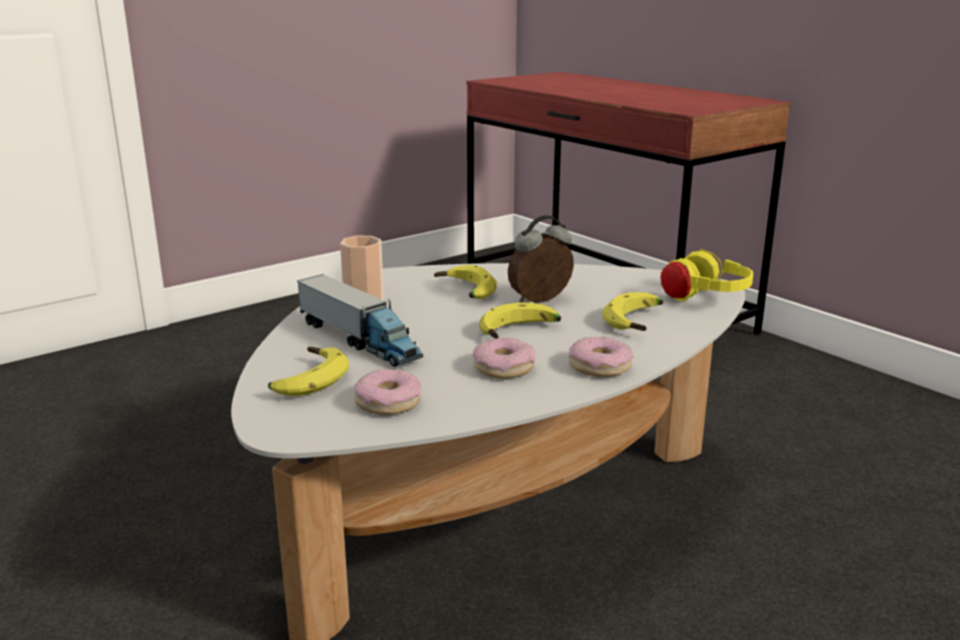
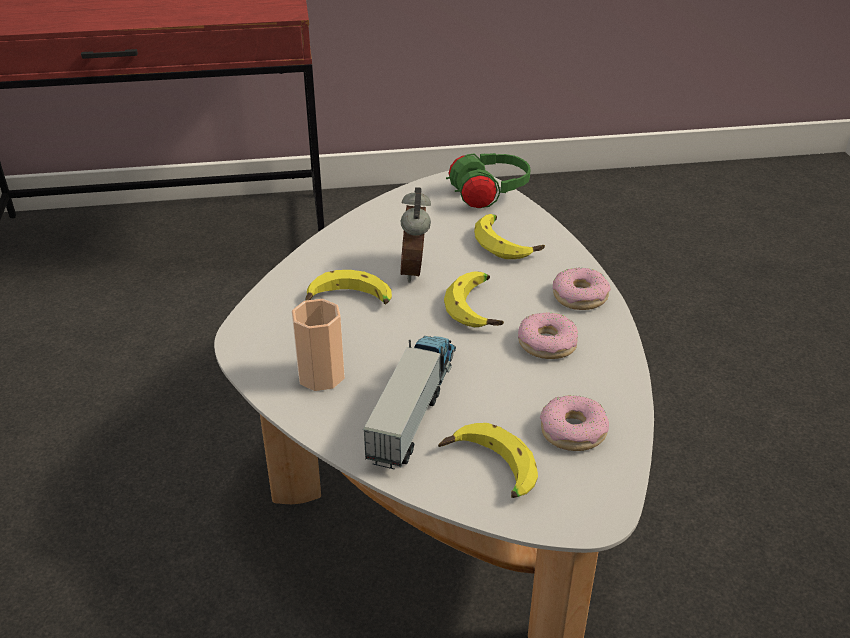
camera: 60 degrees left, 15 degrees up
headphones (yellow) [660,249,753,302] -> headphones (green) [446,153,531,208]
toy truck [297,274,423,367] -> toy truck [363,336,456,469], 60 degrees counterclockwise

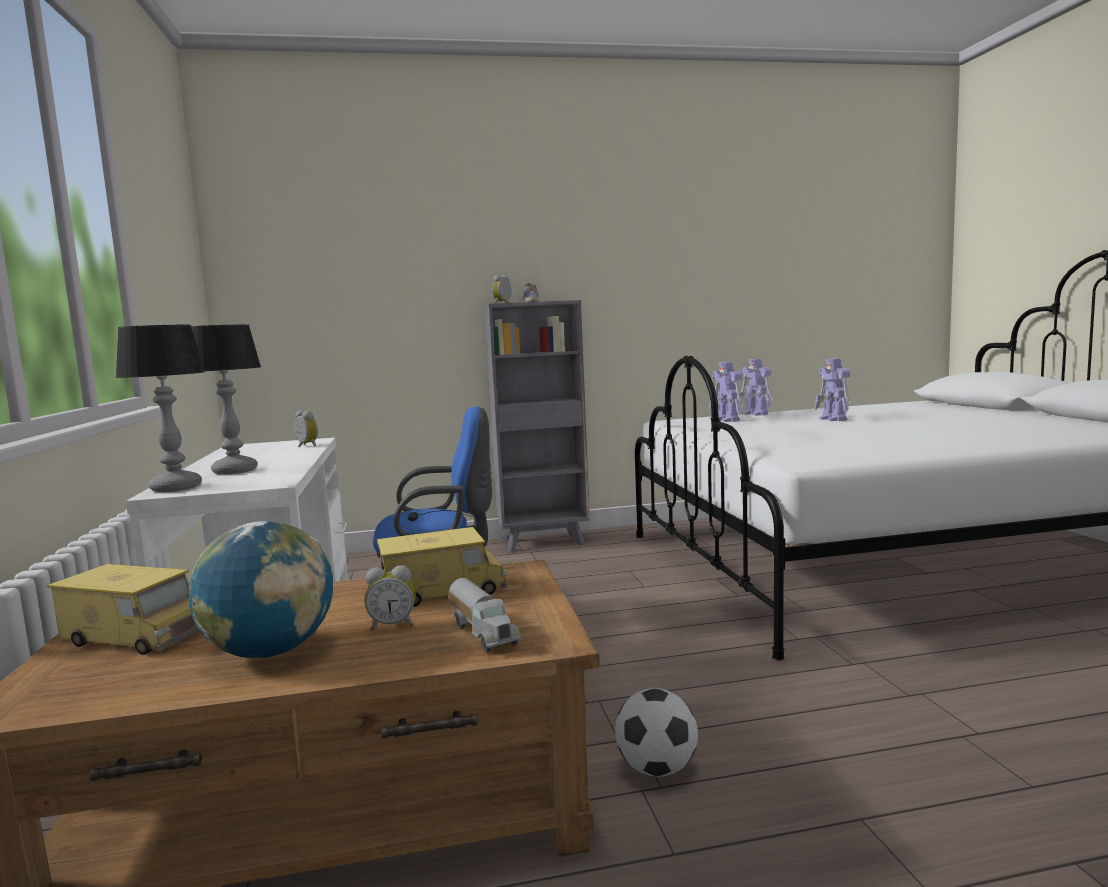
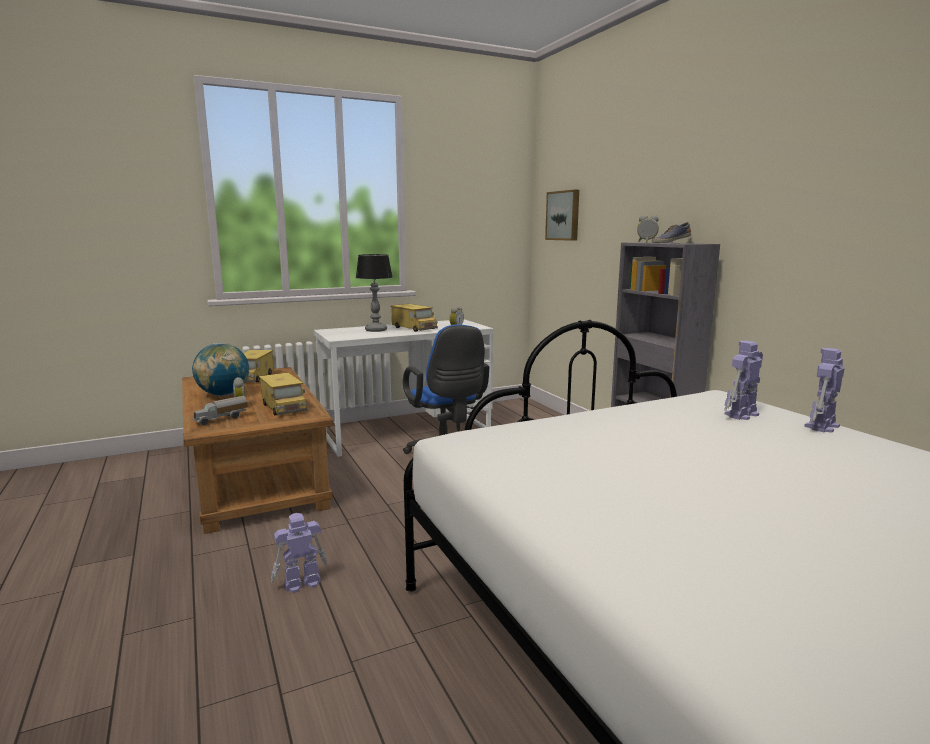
camera: 75 degrees right, 5 degrees up
table lamp [115,325,205,492] -> none
toy robot [815,359,851,421] -> toy robot [271,513,327,593], move
football [615,688,698,777] -> none
none -> picture [545,190,579,241]
none -> toy truck [390,304,438,332]

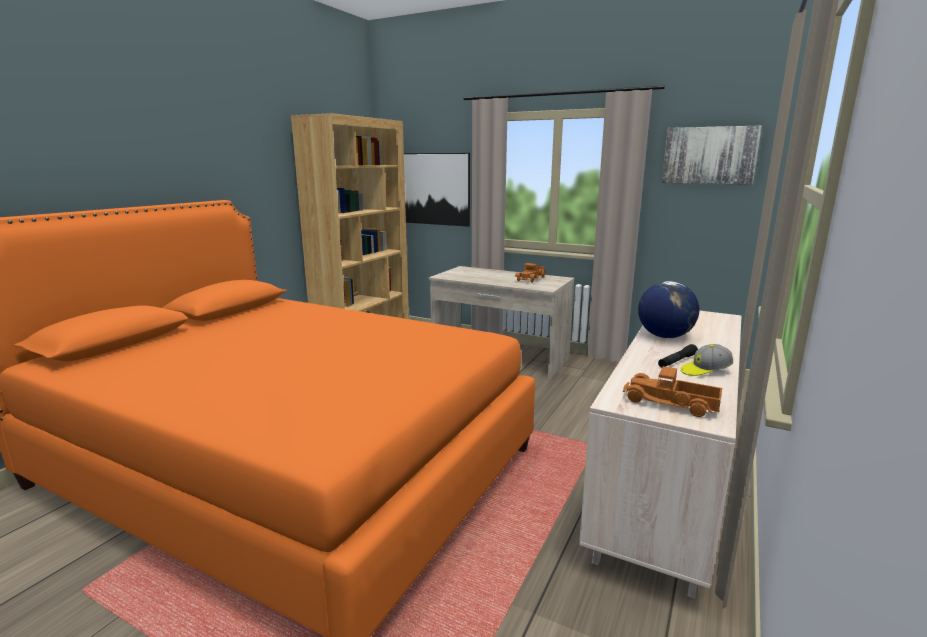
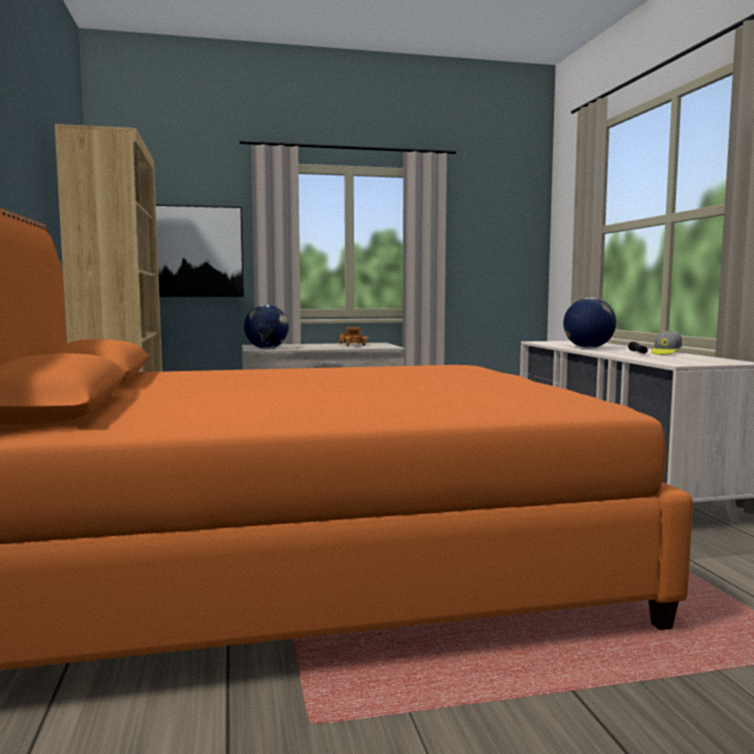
camera: 40 degrees left, 10 degrees down
picture [662,125,762,185] -> none
toy truck [623,366,722,417] -> none
none -> globe [244,305,289,349]

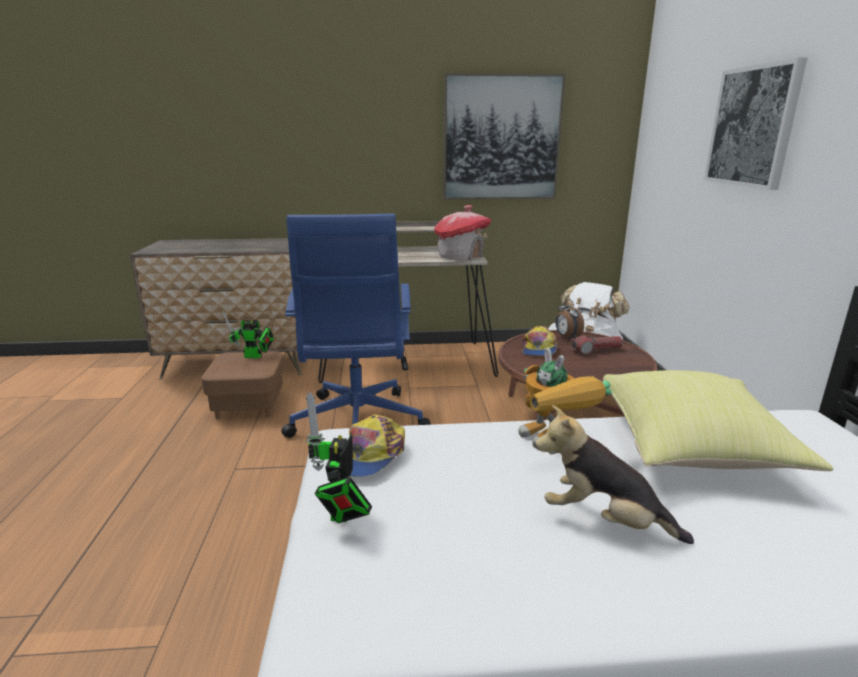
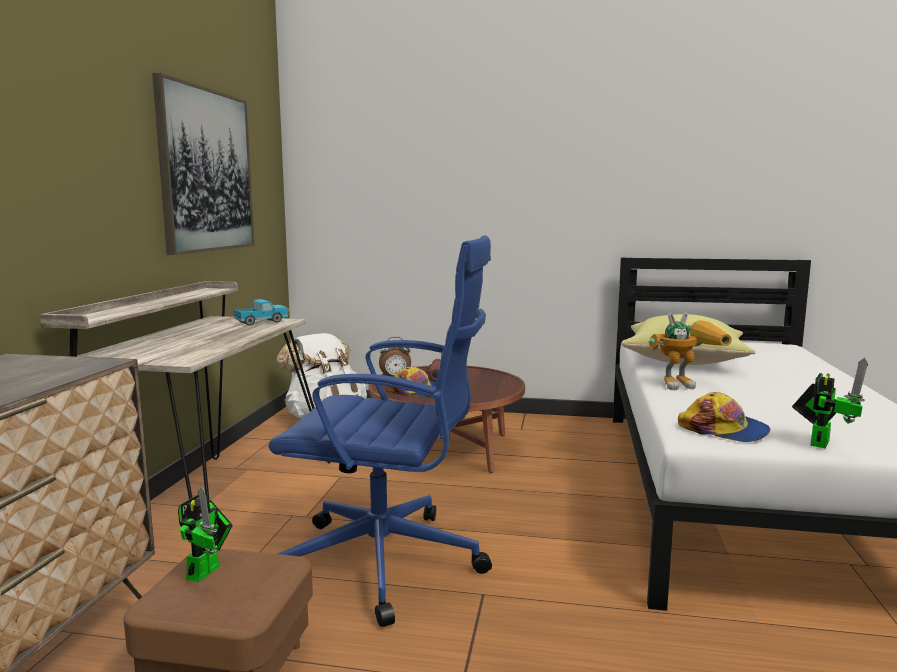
camera: 75 degrees left, 10 degrees down
picture [704,58,807,190] -> none
toy house [434,205,492,260] -> toy truck [234,299,289,326]
toy robot [306,391,372,523] -> toy robot [792,358,868,448], 75 degrees counterclockwise
plush toy [535,405,694,544] -> none

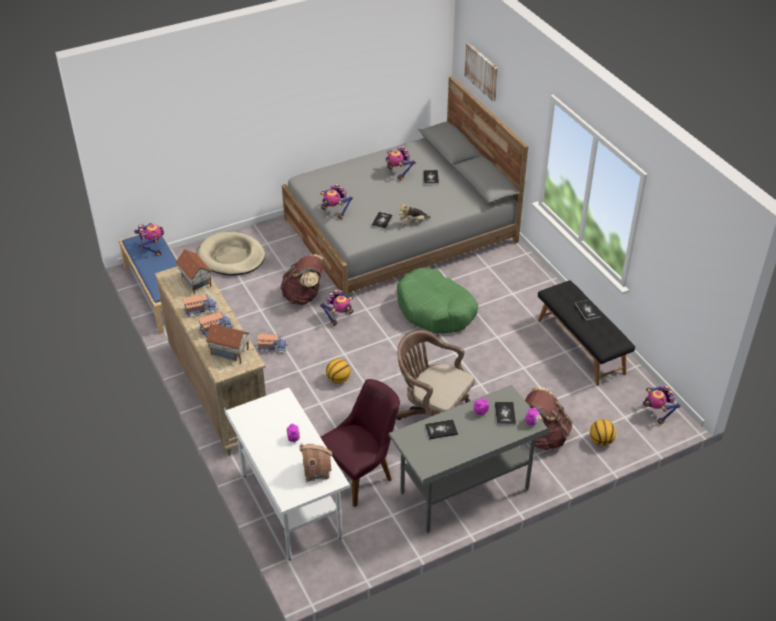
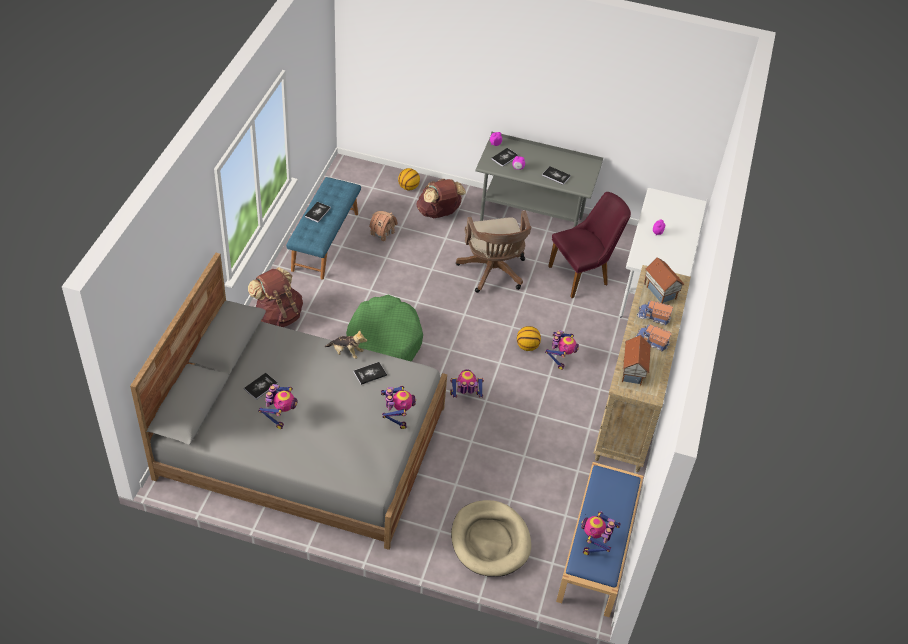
camera: 140 degrees left, 5 degrees up
picture [464,43,498,101] -> none
backpack (brown) [280,254,324,305] -> backpack (brown) [248,267,303,327], move
bench (black) [538,280,635,386] -> bench (blue) [286,177,361,279]
toy truck [257,333,288,353] -> none
chair (purple) [321,379,400,507] -> chair (purple) [548,192,631,298], 150 degrees clockwise
toy robot [643,384,680,425] -> toy robot [545,330,579,370], move
toy house [299,443,332,482] -> toy house [369,211,398,242], move

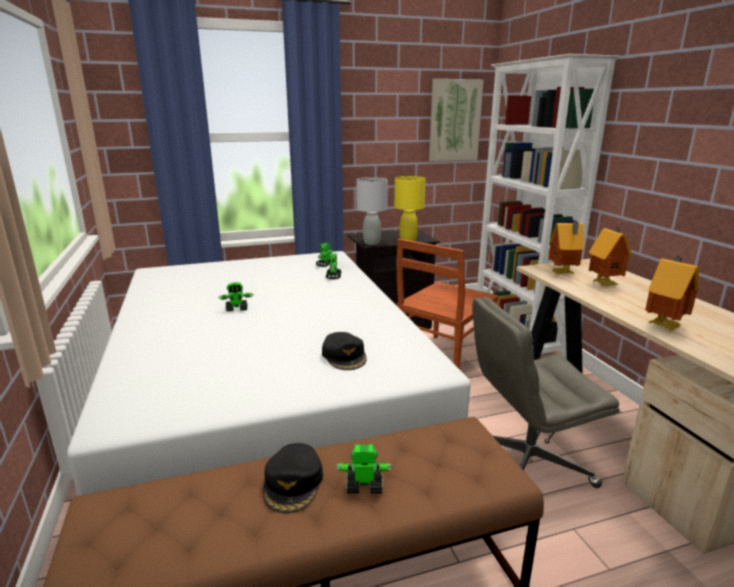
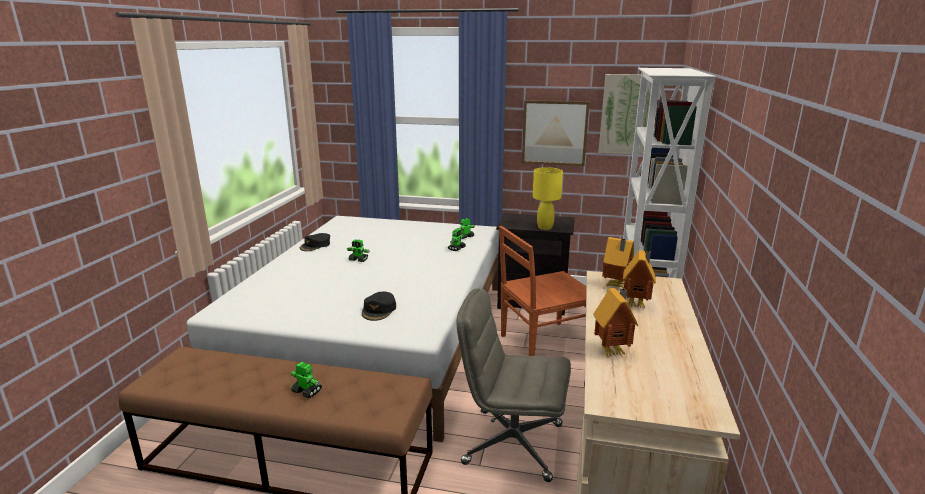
camera: 30 degrees right, 0 degrees up
table lamp (grey) [356,177,388,245] -> none
cap (black) [263,443,323,514] -> cap (black) [300,233,330,251], move
none -> picture [522,100,589,166]

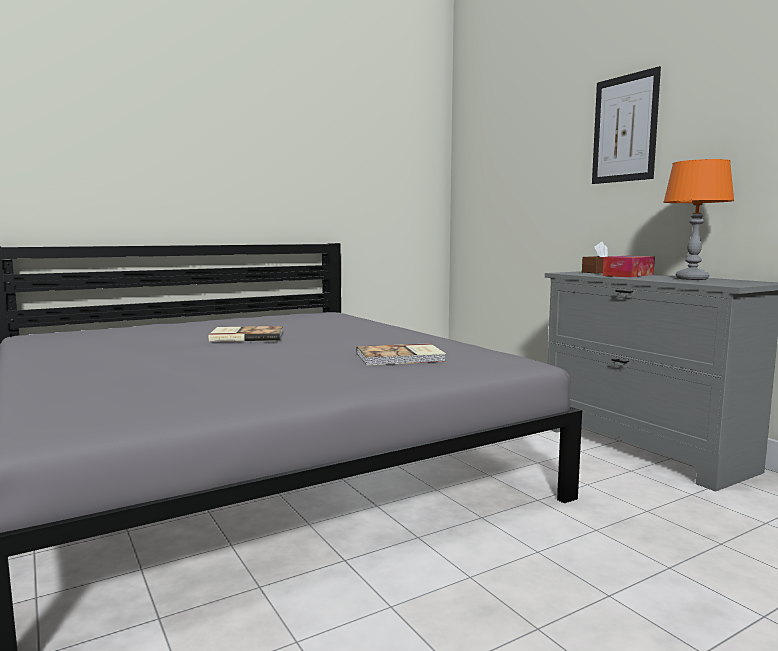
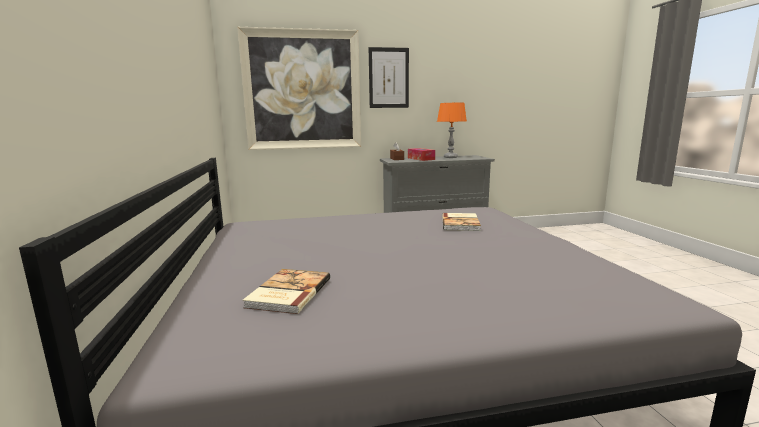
camera: 70 degrees left, 5 degrees up
book [209,326,283,342] -> book [242,269,330,314], move
none -> picture [237,27,361,150]

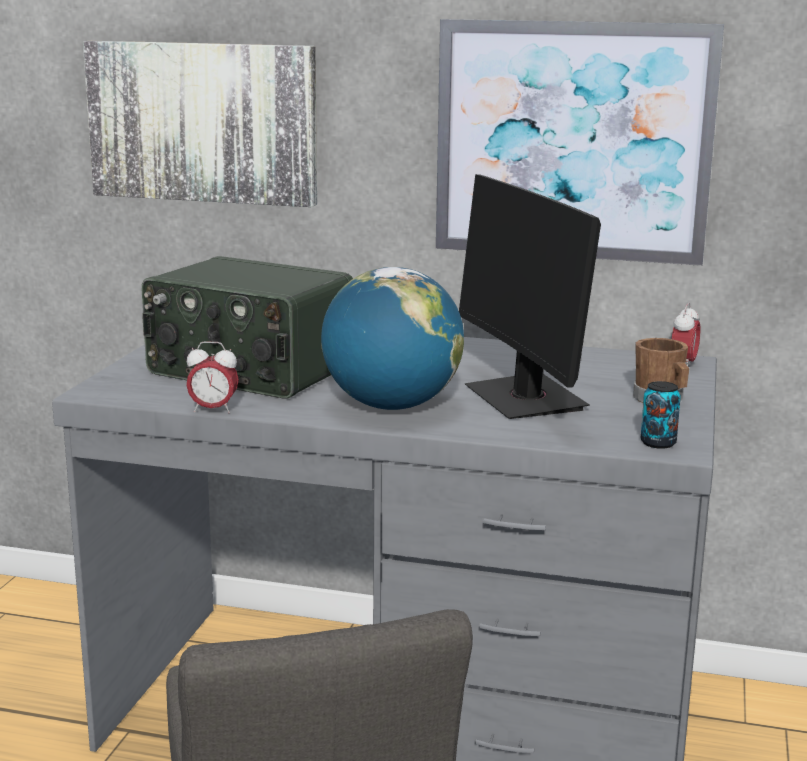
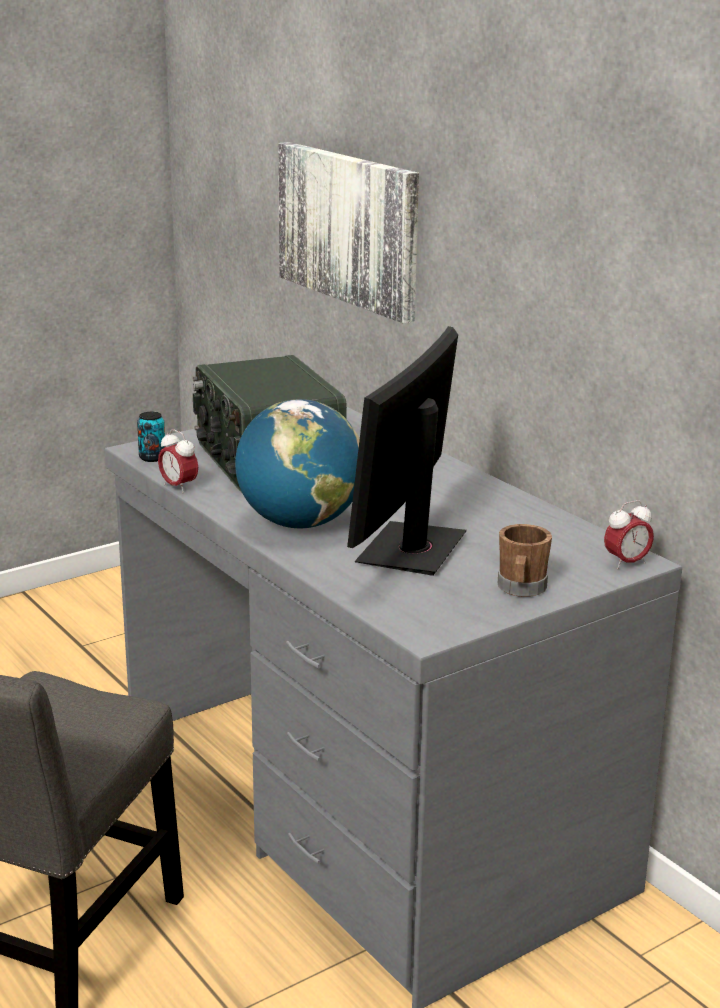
camera: 40 degrees right, 5 degrees up
picture [436,19,724,266] -> none
can [641,381,681,449] -> can [137,412,166,462], move

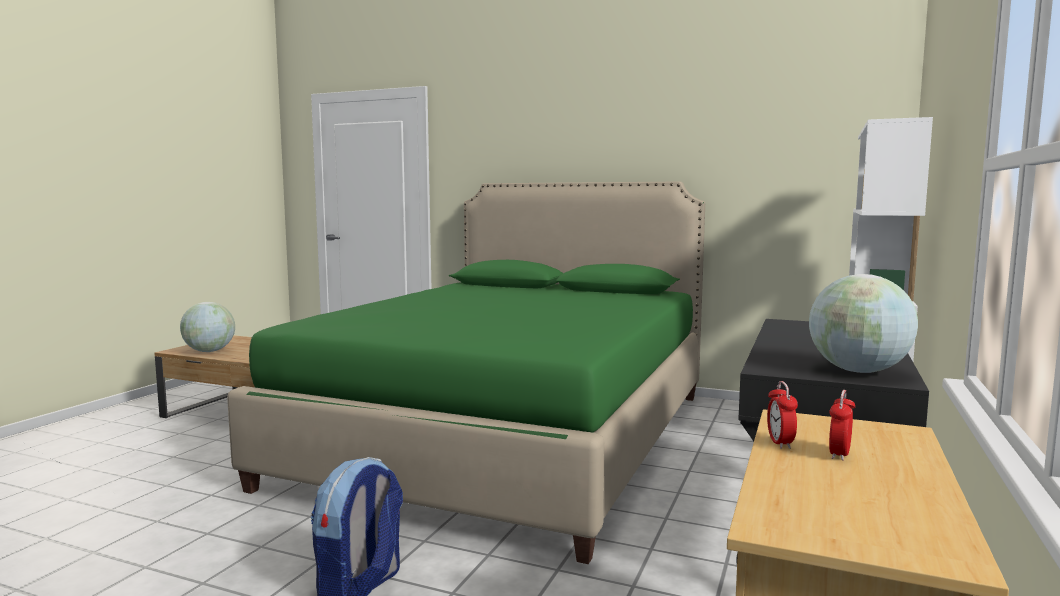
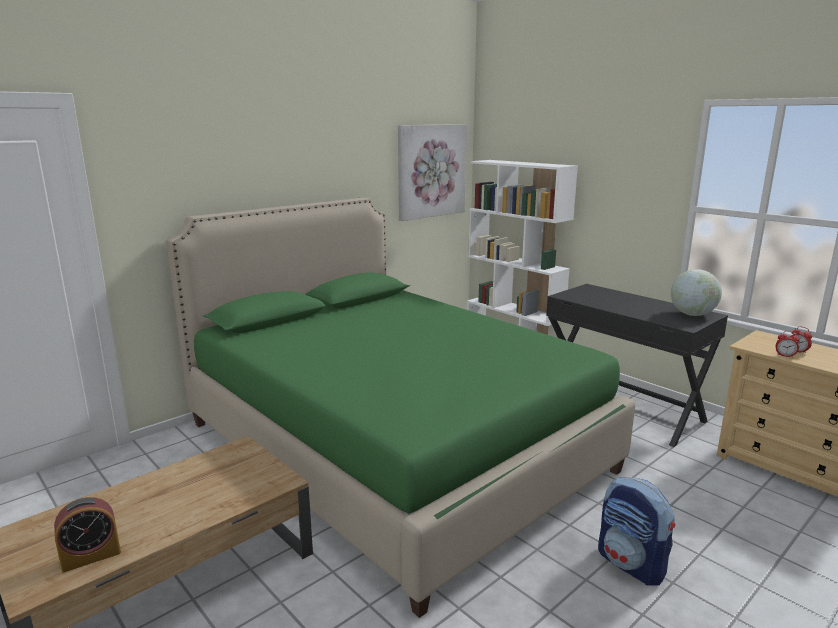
camera: 65 degrees left, 10 degrees up
globe [180,302,235,352] -> alarm clock [54,497,121,572]
none -> picture [398,124,467,221]

